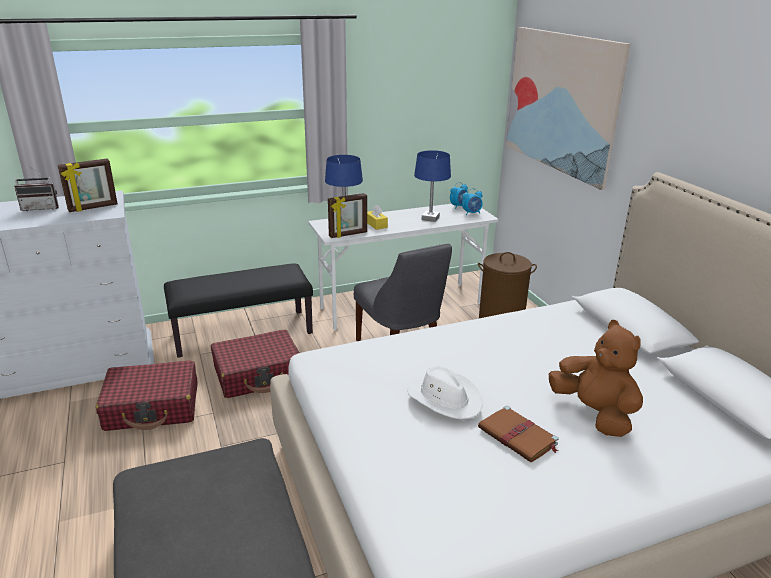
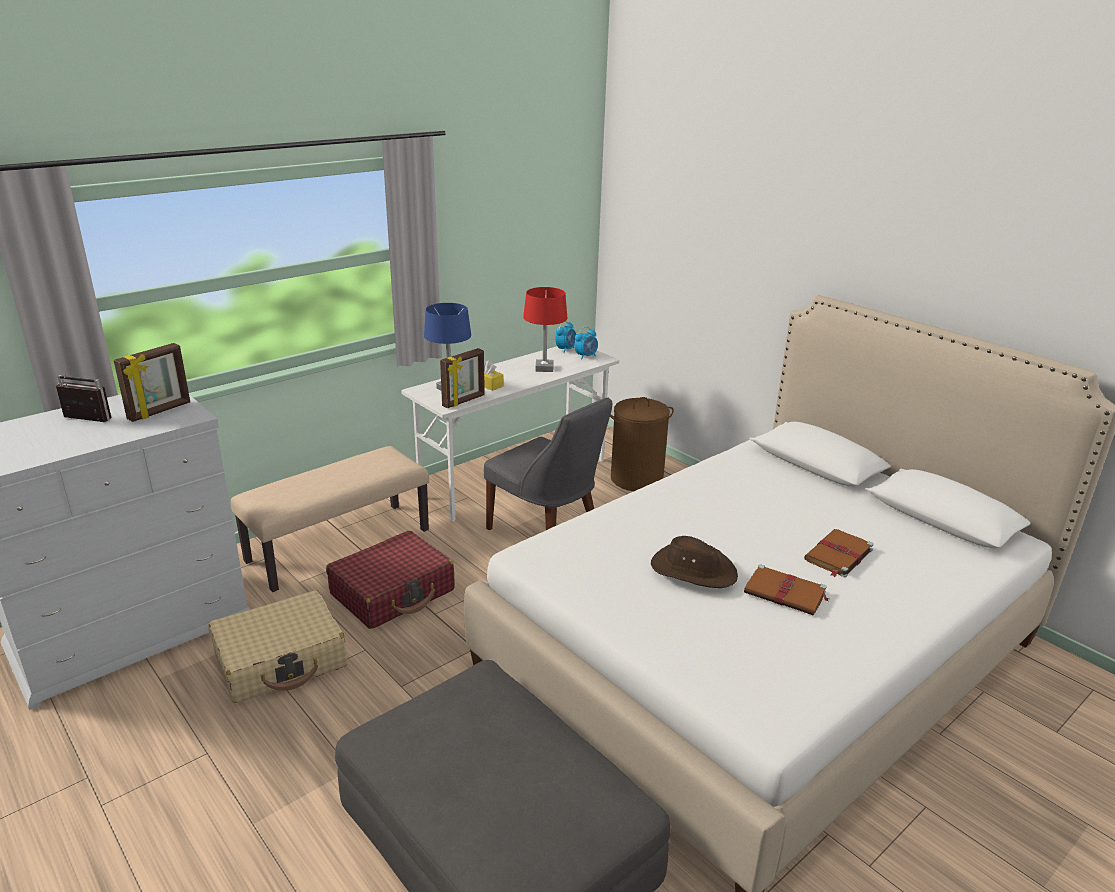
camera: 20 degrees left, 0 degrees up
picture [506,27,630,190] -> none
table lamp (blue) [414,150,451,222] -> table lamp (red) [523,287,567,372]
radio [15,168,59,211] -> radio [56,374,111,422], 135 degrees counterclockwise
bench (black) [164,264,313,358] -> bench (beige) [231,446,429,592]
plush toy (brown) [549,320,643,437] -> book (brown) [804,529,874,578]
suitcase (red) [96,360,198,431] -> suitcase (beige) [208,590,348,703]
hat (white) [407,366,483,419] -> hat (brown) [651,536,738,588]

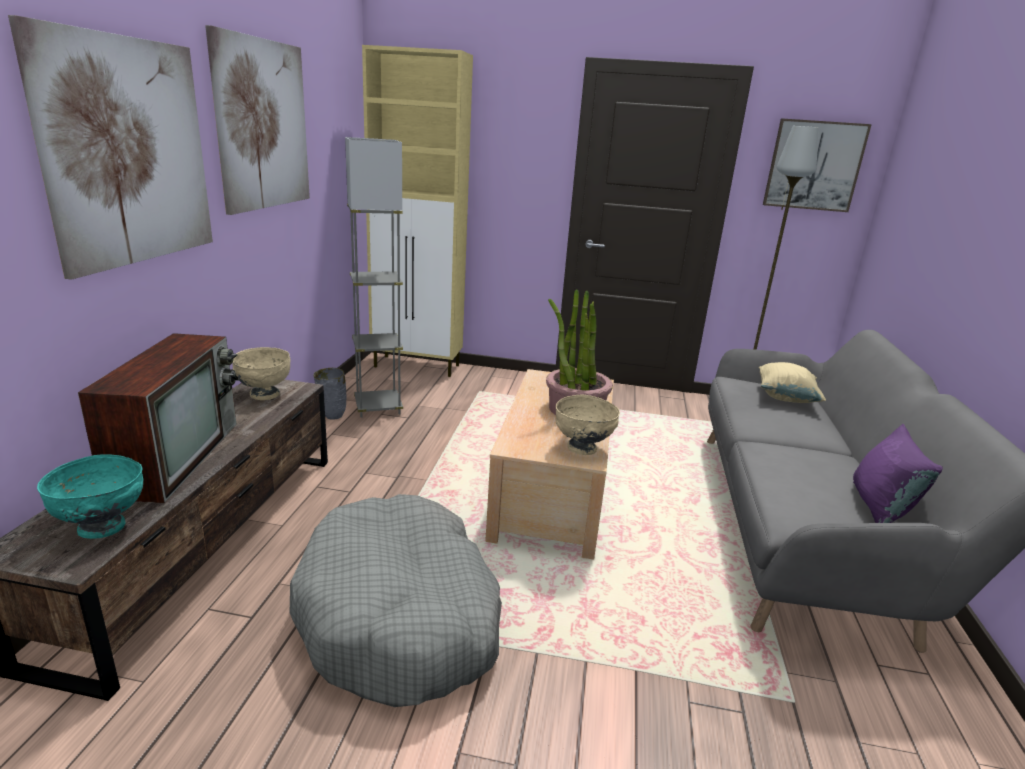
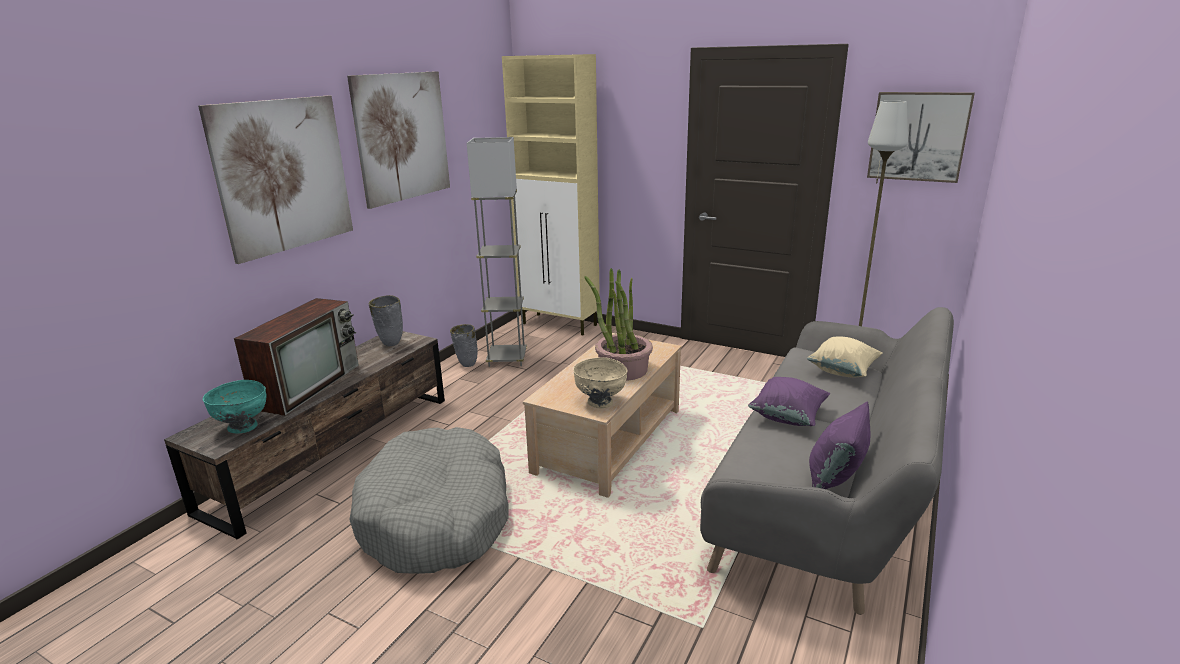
camera: 20 degrees right, 0 degrees up
bowl (beige) [232,347,290,400] -> vase (grey) [368,295,403,346]
none -> pillow (purple) [748,377,830,426]

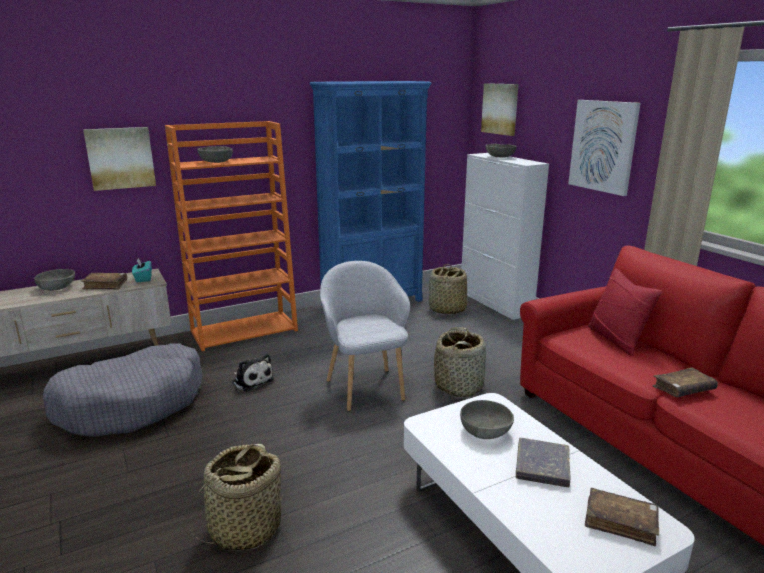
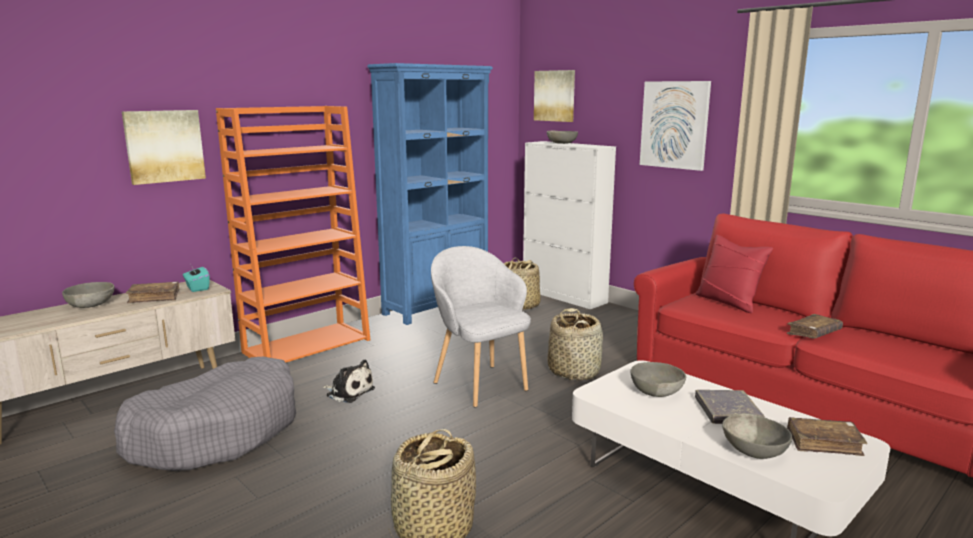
camera: 15 degrees left, 5 degrees down
bowl (grey) [197,146,233,163] -> bowl (grey) [722,414,792,459], move

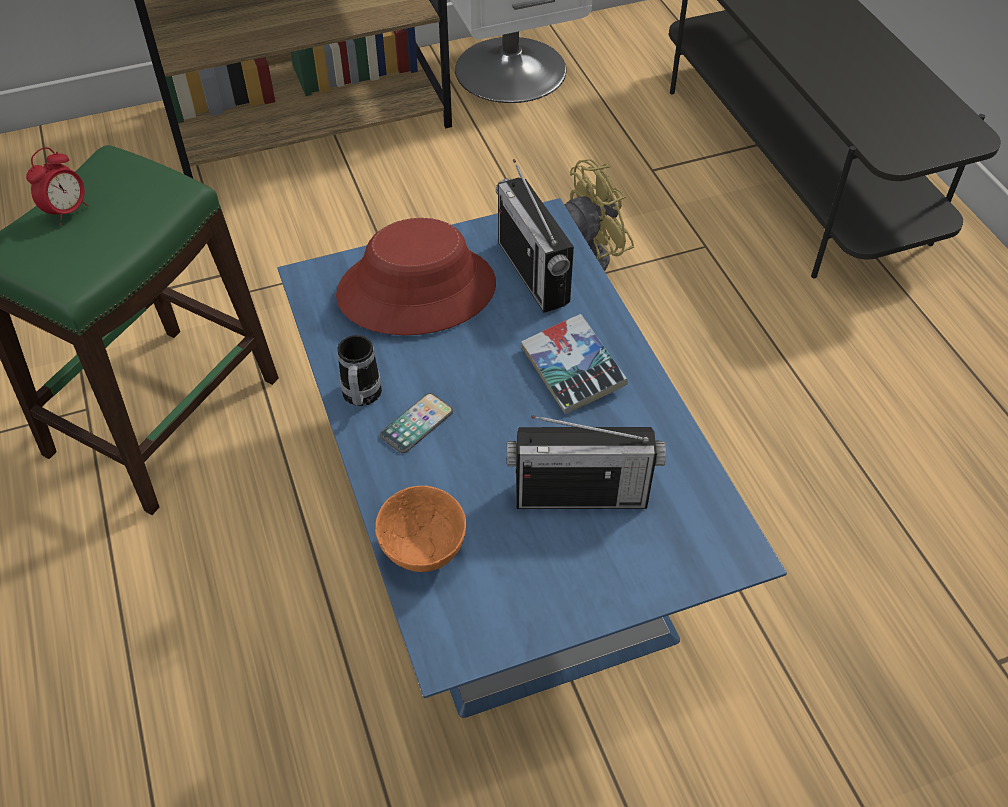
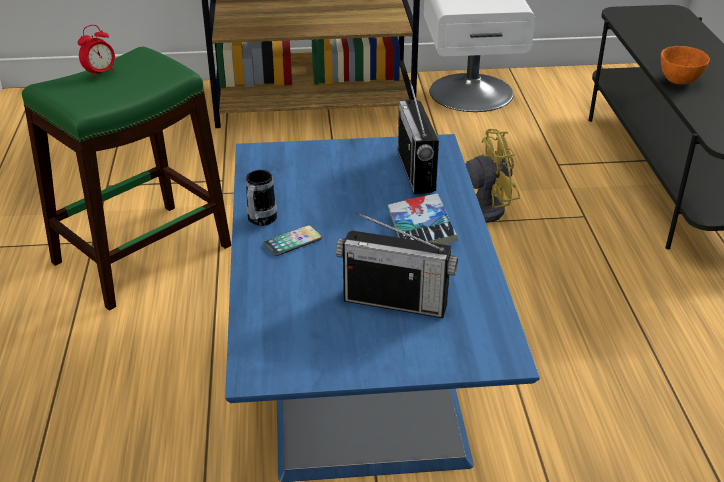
camera: 15 degrees right, 15 degrees down
hat (red) [336,218,496,335] -> none
bowl (orange) [375,486,466,572] -> bowl (orange) [661,46,710,85], move

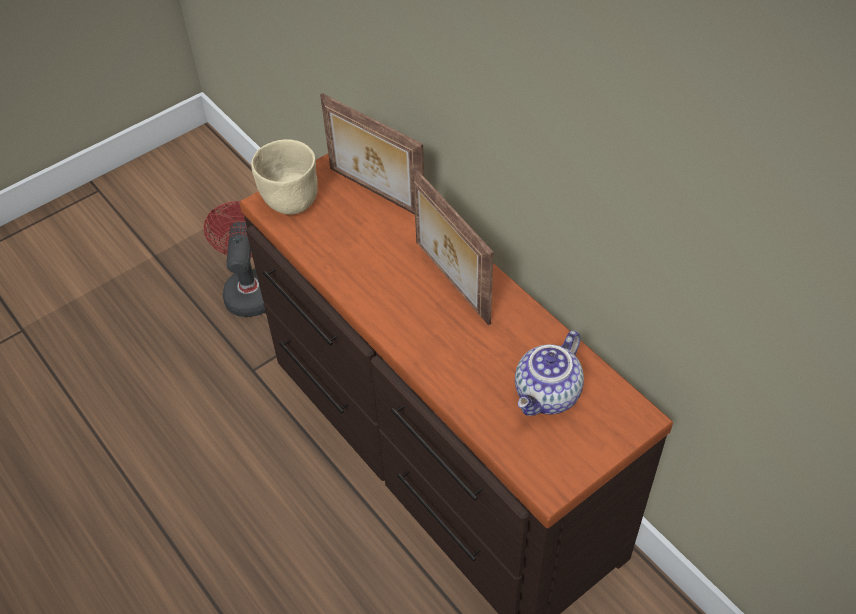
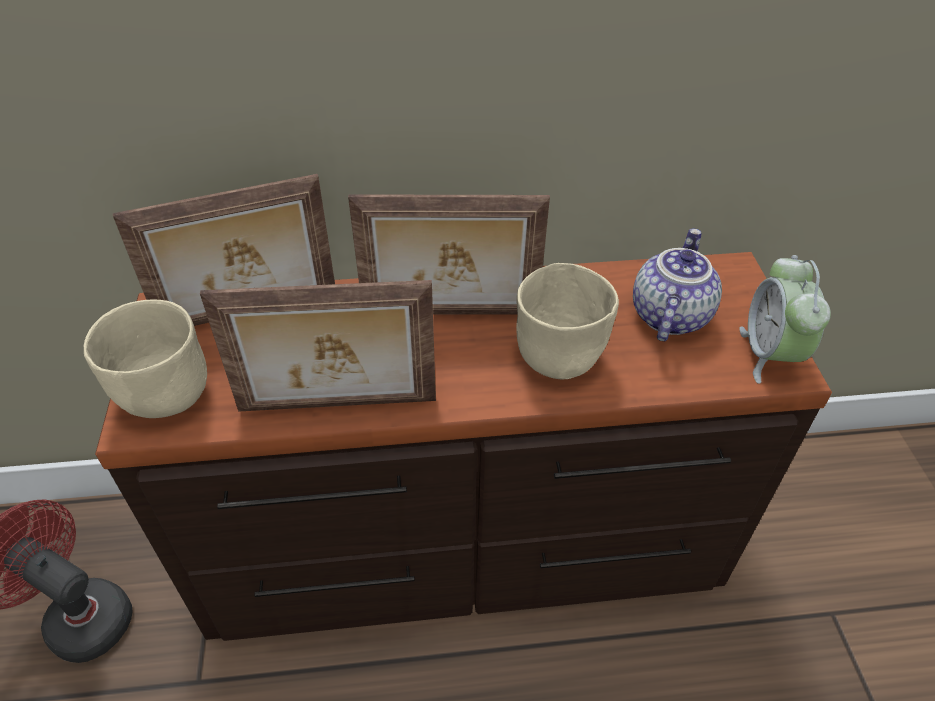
camera: 60 degrees left, 5 degrees down
teapot [515,331,584,416] -> teapot [633,228,722,341], 135 degrees counterclockwise
none -> alarm clock [739,255,831,384]
none -> bowl (beige) [516,263,619,380]
none -> picture frame [200,280,436,412]

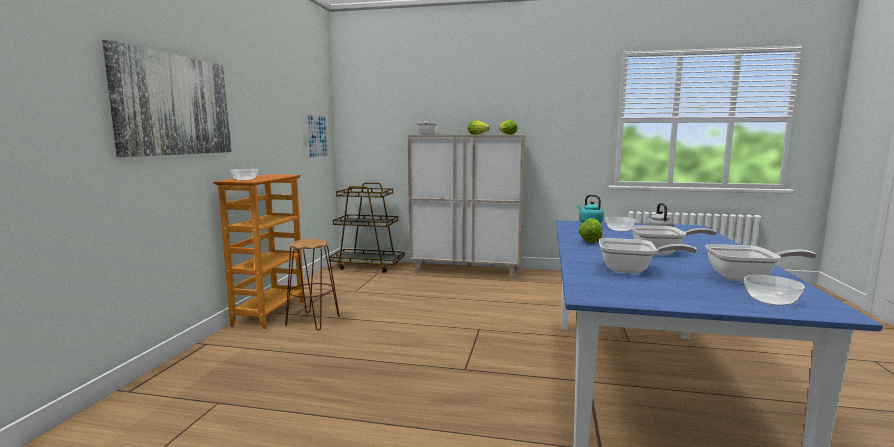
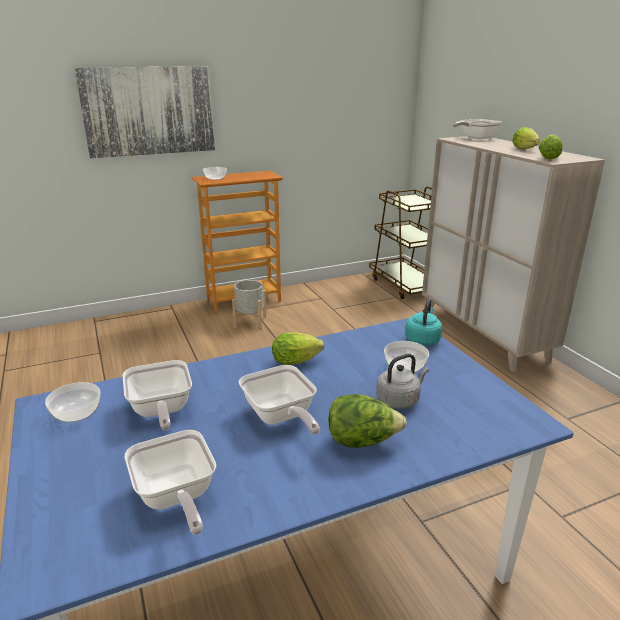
camera: 55 degrees right, 15 degrees up
picture [305,112,329,160] -> none
stool (brown) [285,239,340,330] -> planter (grey) [232,280,266,329]
bowl [744,275,805,306] -> bowl [45,382,100,422], move
none -> lettuce [328,394,407,448]

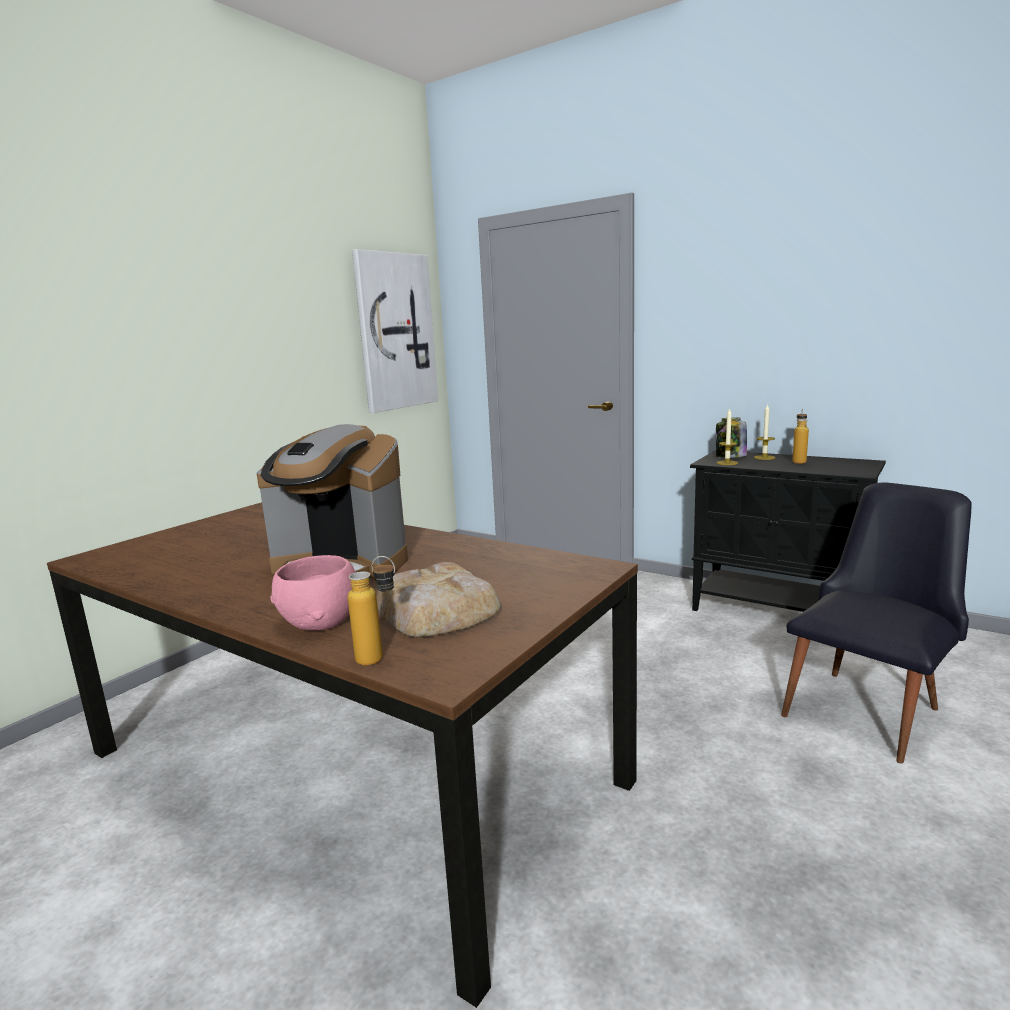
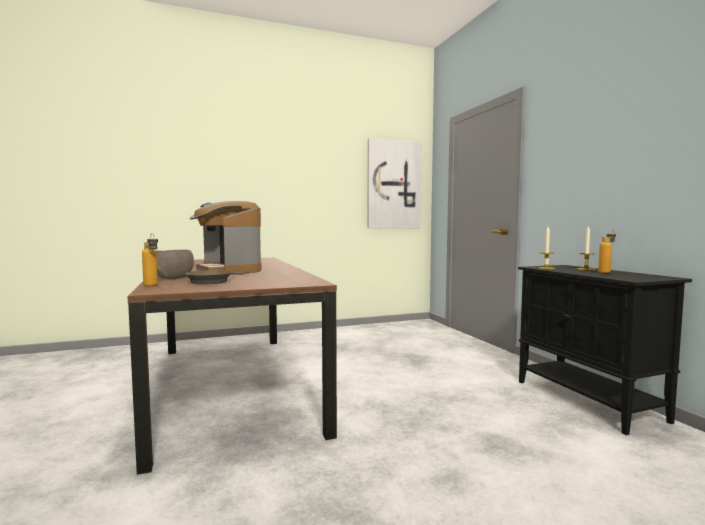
camera: 35 degrees right, 10 degrees down
jar [716,417,747,458] -> none
chair (black) [781,482,972,764] -> none
bowl (pink) [270,555,355,631] -> bowl (grey) [156,250,194,279]
bread [377,562,501,637] -> frying pan (brown) [185,270,244,285]

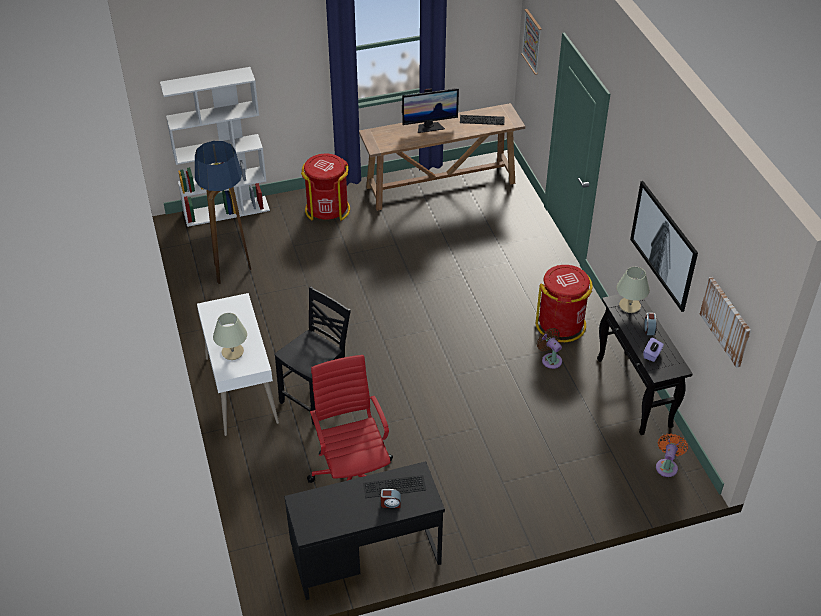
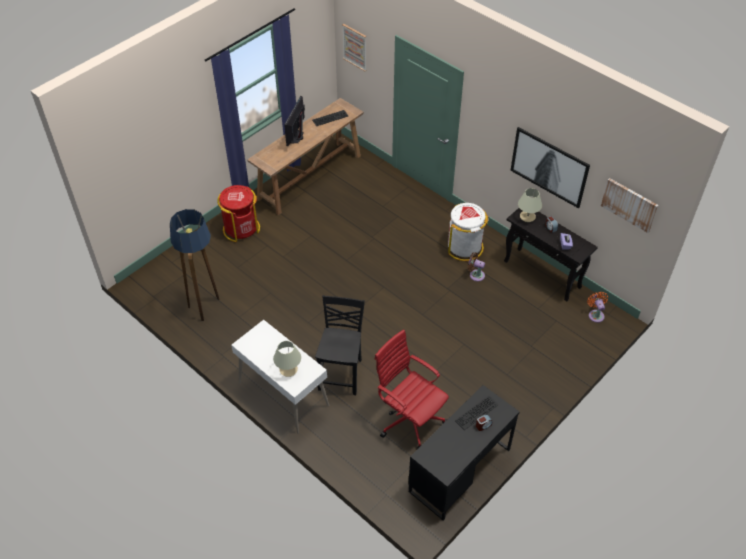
camera: 30 degrees left, 5 degrees up
bookcase (white) [160,67,270,227] -> none
monitor [402,88,459,133] -> monitor [284,96,305,146], 150 degrees clockwise
trash can (red) [536,265,593,342] -> trash can (white) [448,203,488,261]

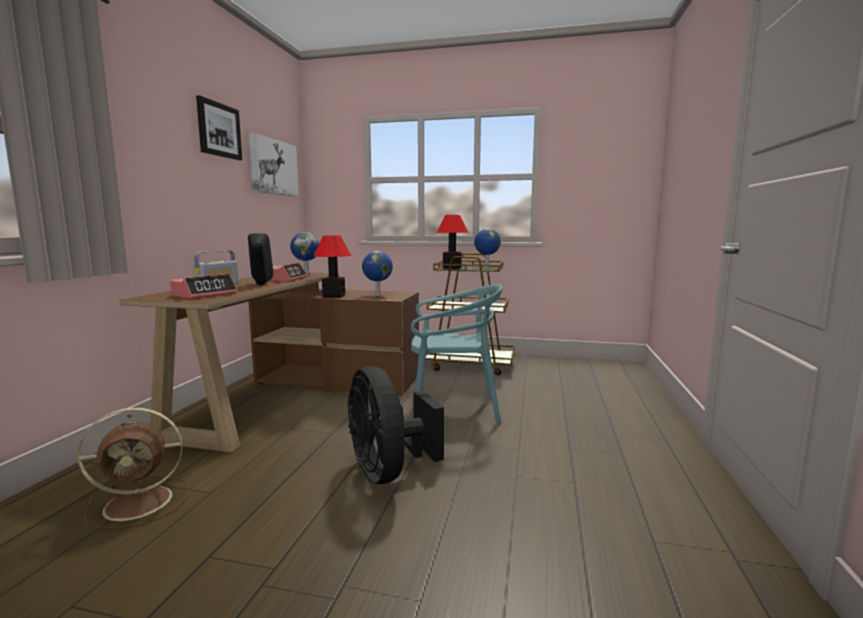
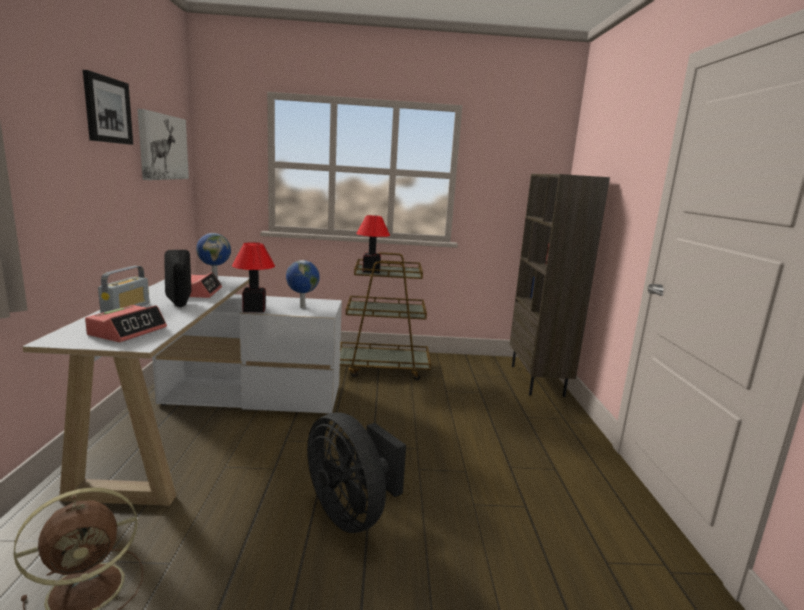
camera: 15 degrees left, 5 degrees up
globe [474,228,501,268] -> none
desk (brown) [119,273,419,452] -> desk (white) [22,274,342,506]
chair (turquoise) [411,284,503,424] -> none
none -> bookcase (brown) [510,174,610,397]

